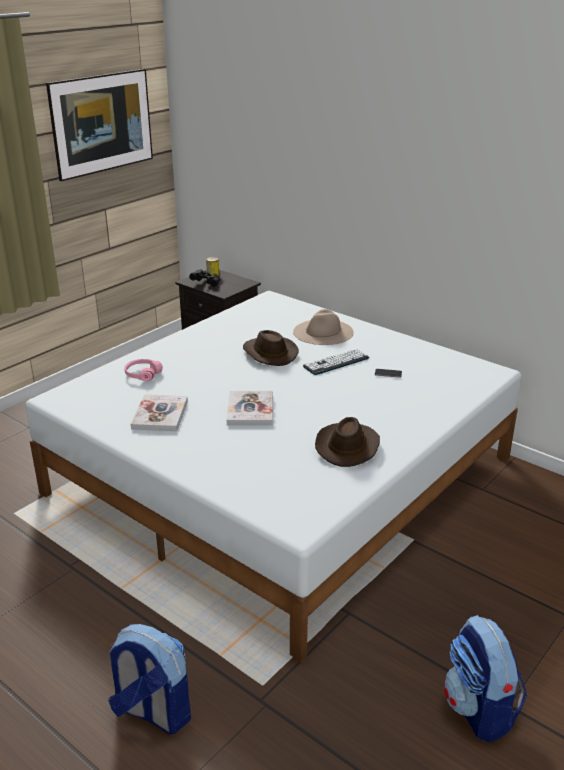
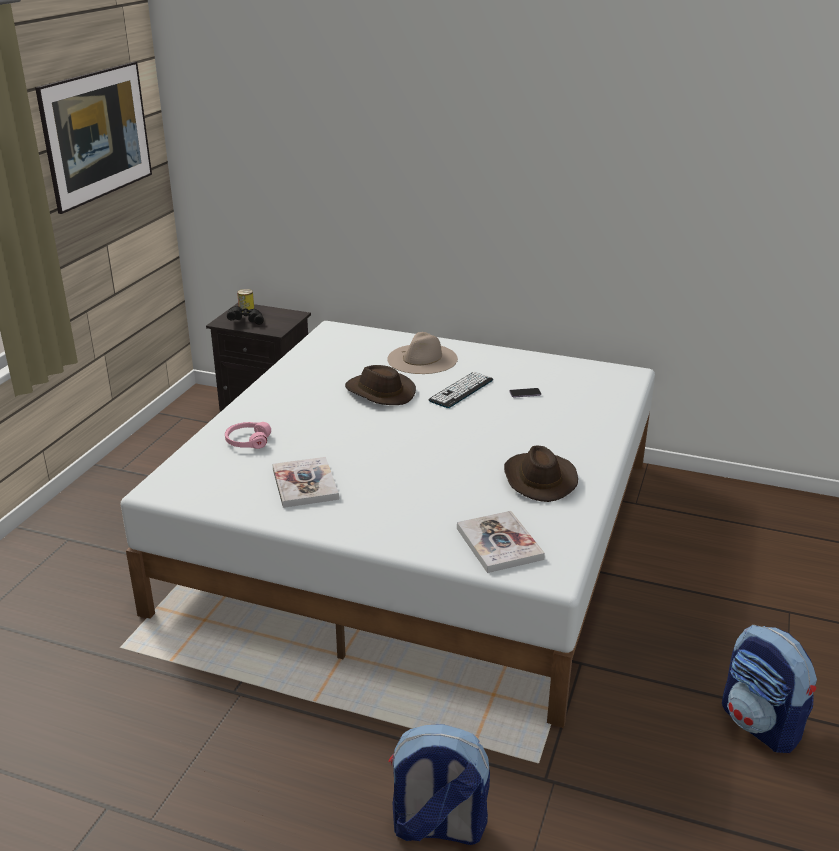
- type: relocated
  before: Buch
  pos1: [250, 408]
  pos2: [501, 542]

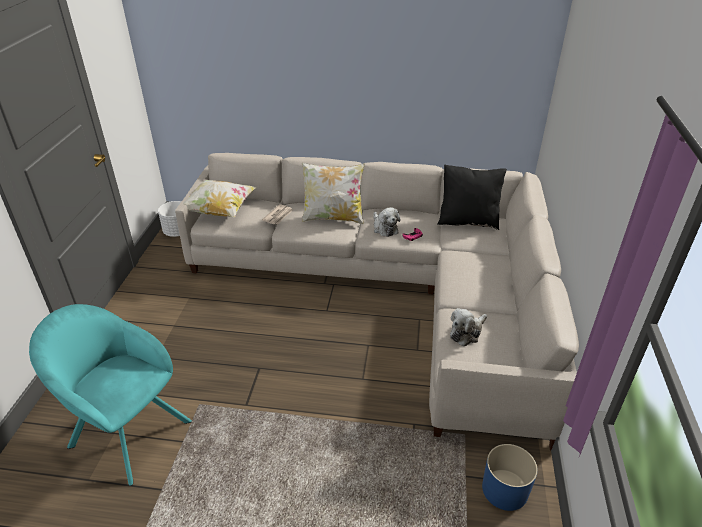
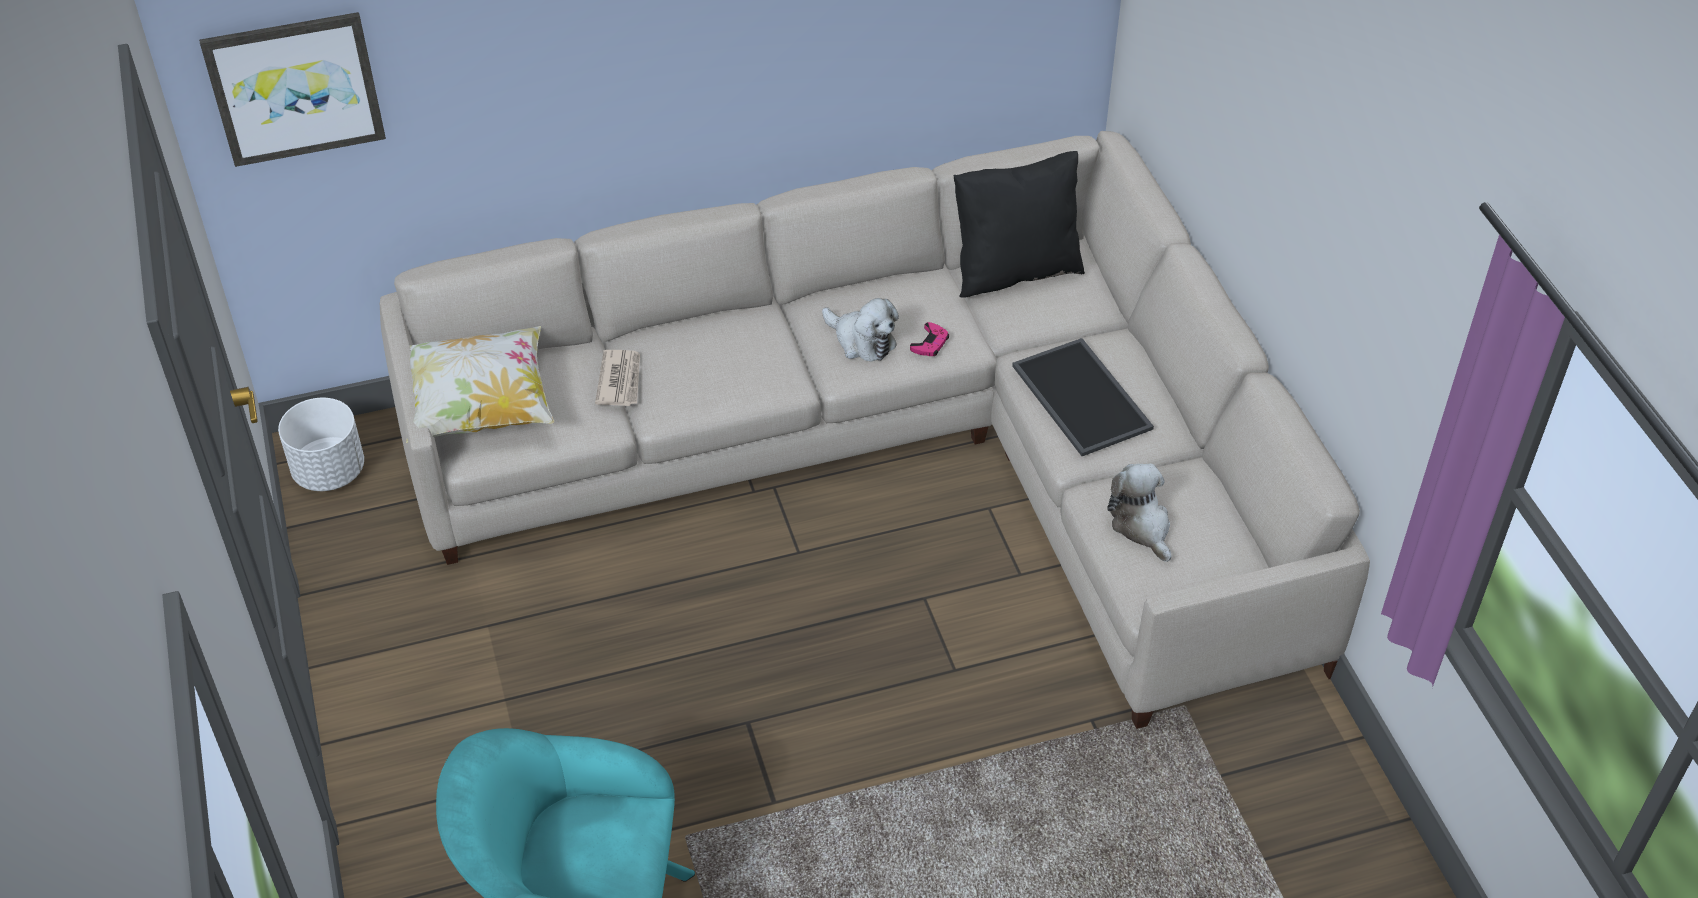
- type: appeared
  after: Bild
  pos2: [292, 89]
- type: appeared
  after: Tablett
  pos2: [1083, 397]
- type: spun
  before: Plüschtier
  pos1: [468, 327]
  pos2: [1139, 512]
  turn: 135
- type: missing
  before: Kissen
  pos1: [333, 193]
- type: missing
  before: Pflanzkübel (blau)
  pos1: [510, 477]

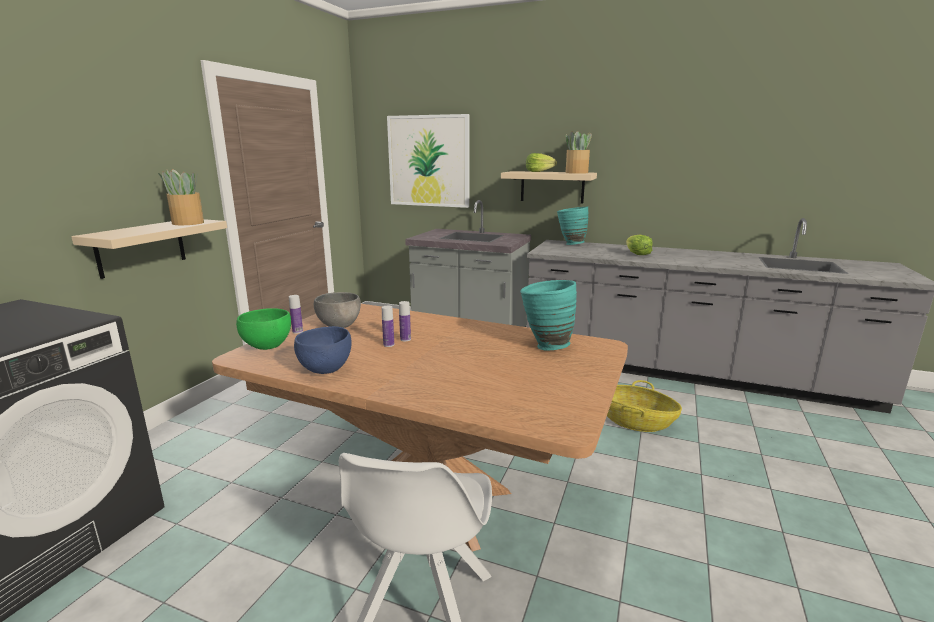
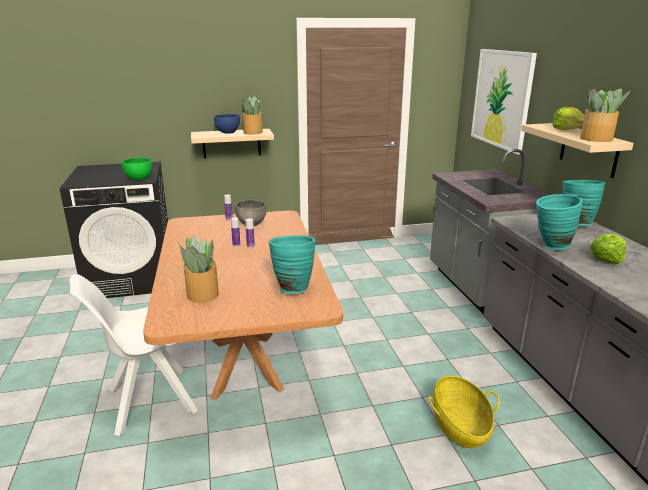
- type: relocated
  before: Schüssel (grün)
  pos1: [263, 329]
  pos2: [137, 169]
- type: appeared
  after: Topfpflanze
  pos2: [198, 269]
- type: relocated
  before: Schüssel (blau)
  pos1: [323, 350]
  pos2: [227, 124]
- type: appeared
  after: Vase (türkis)
  pos2: [559, 222]

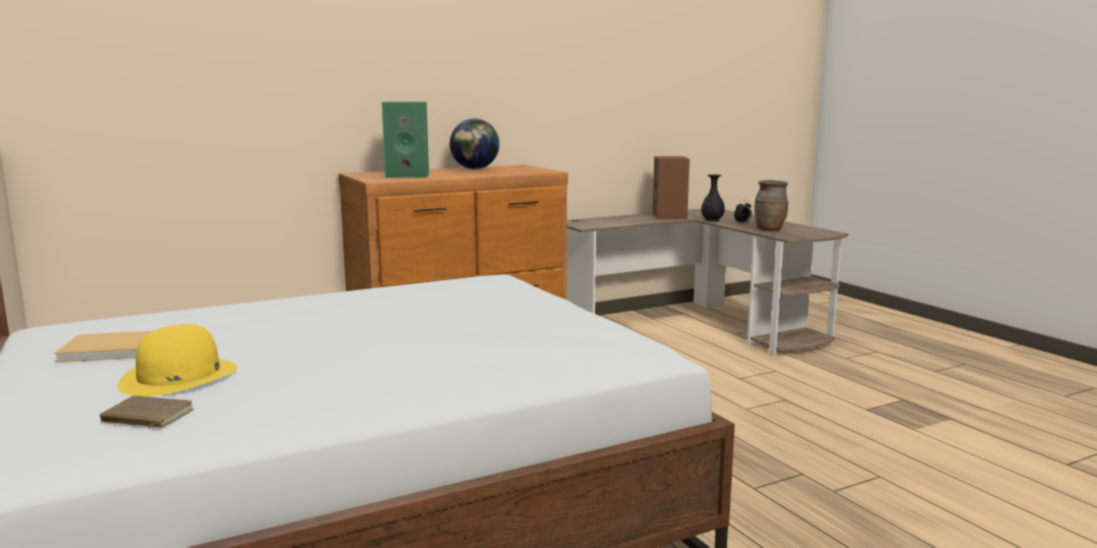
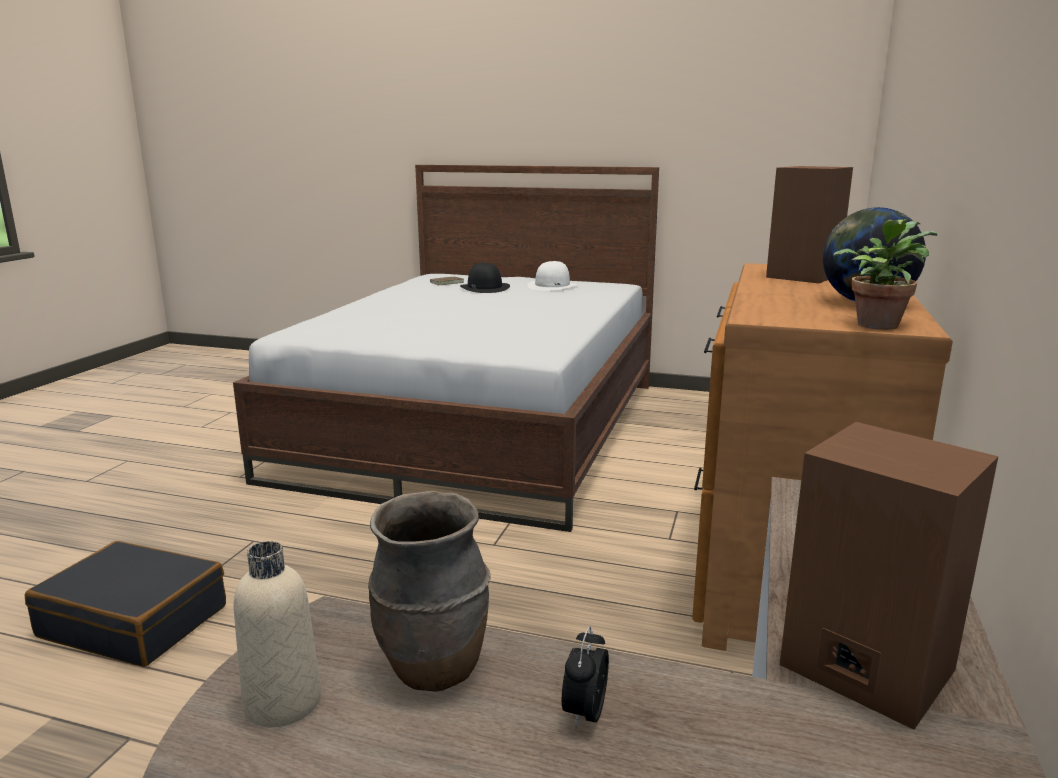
- type: appeared
  after: Koffer (schwarz)
  pos2: [125, 604]
- type: appeared
  after: Flasche (beige)
  pos2: [277, 634]
- type: colour
  before: Hut (gelb)
  after: Hut (schwarz)
  pos1: [178, 360]
  pos2: [485, 278]
- type: exchanged
  before: Buch (beige)
  after: Hut (weiß)
  pos1: [103, 346]
  pos2: [552, 276]
- type: colour
  before: Lautsprecher (grün)
  after: Lautsprecher (braun)
  pos1: [405, 140]
  pos2: [809, 224]
- type: appeared
  after: Topfpflanze
  pos2: [885, 274]
- type: missing
  before: Vase (schwarz)
  pos1: [713, 198]

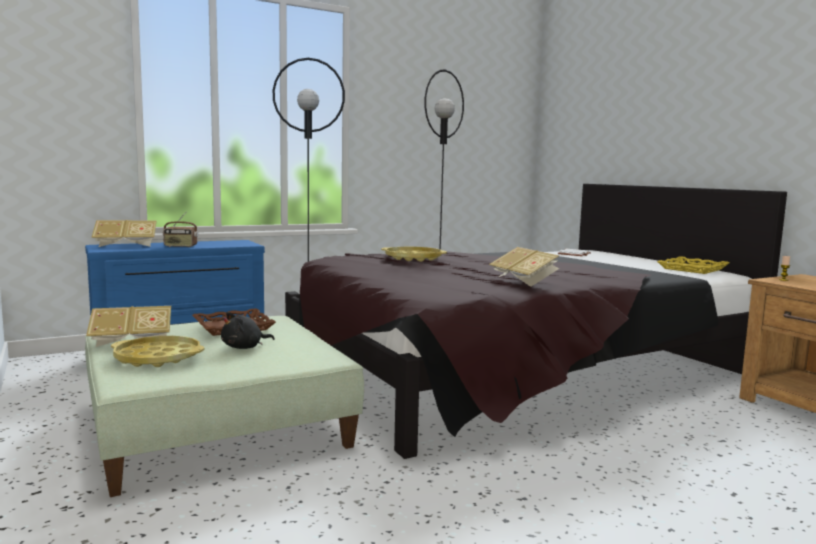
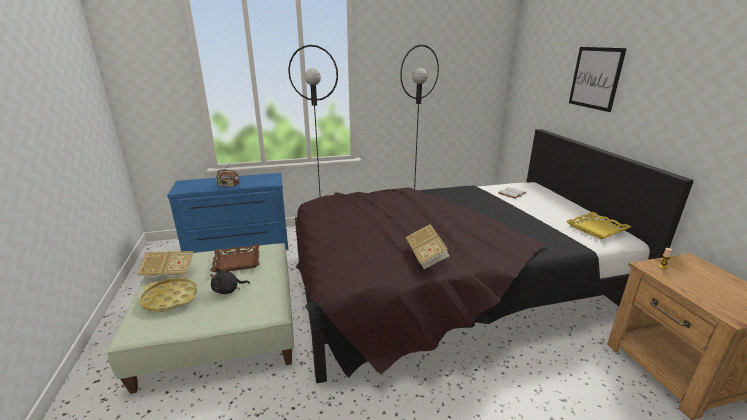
- type: appeared
  after: Bild
  pos2: [598, 79]
- type: missing
  before: Buch
  pos1: [124, 233]
- type: missing
  before: Tablett (gelb)
  pos1: [414, 254]

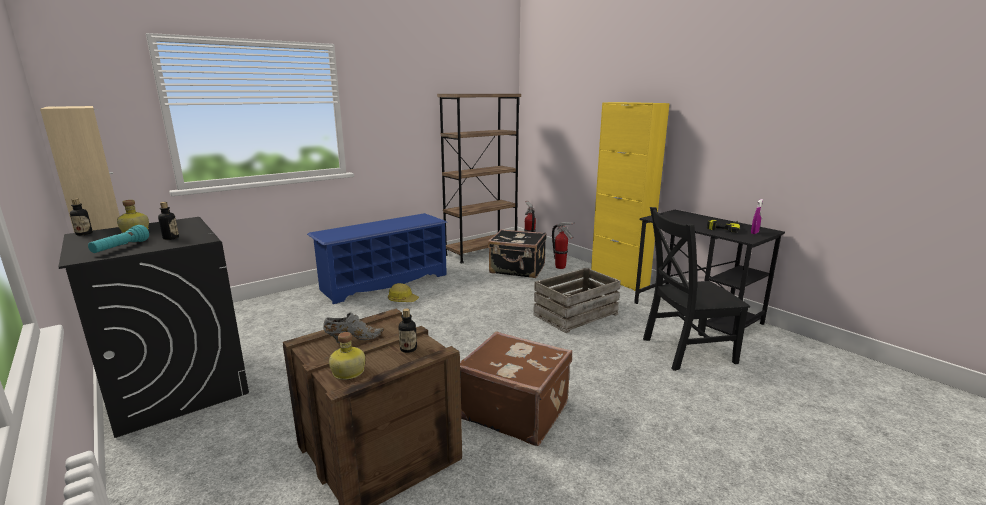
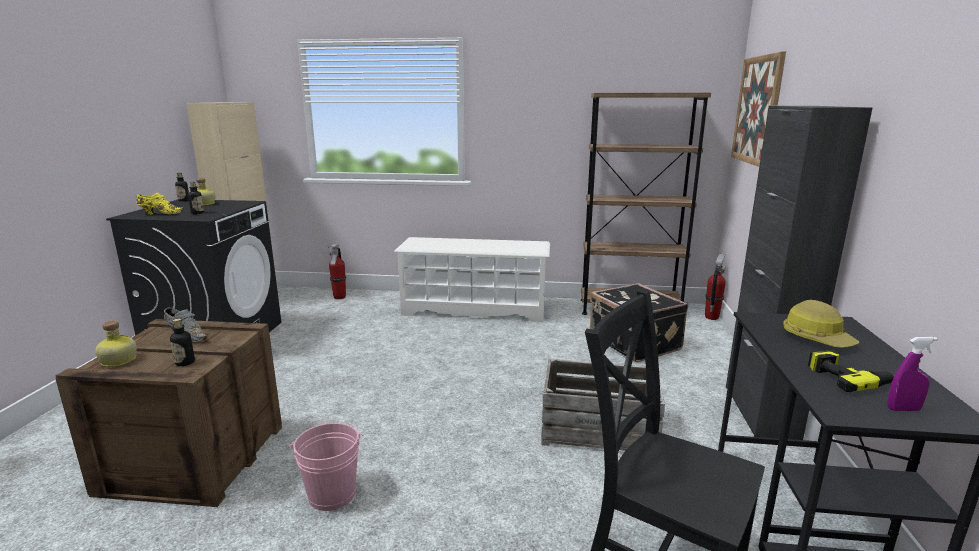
- type: exchanged
  before: Taschenlampe (türkis)
  after: Schuh (gelb)
  pos1: [118, 239]
  pos2: [160, 204]
- type: exchanged
  before: Koffer (braun)
  after: Eimer (rosa)
  pos1: [516, 388]
  pos2: [325, 467]
- type: relocated
  before: Feuerlöscher
  pos1: [563, 245]
  pos2: [337, 271]
- type: colour
  before: Schuhregal (blau)
  after: Schuhregal (weiß)
  pos1: [377, 258]
  pos2: [472, 279]
- type: colour
  before: Schrank (gelb)
  after: Schrank (schwarz)
  pos1: [630, 196]
  pos2: [799, 273]
- type: appeared
  after: Bild
  pos2: [758, 109]
- type: relocated
  before: Schutzhelm
  pos1: [403, 292]
  pos2: [821, 324]

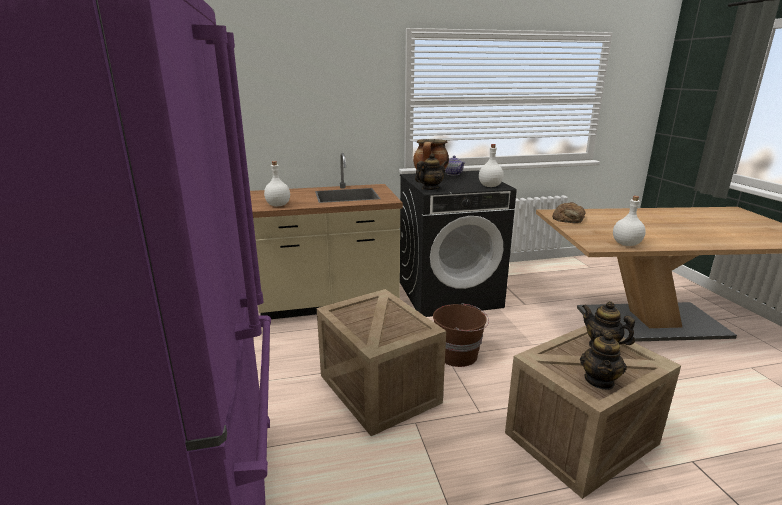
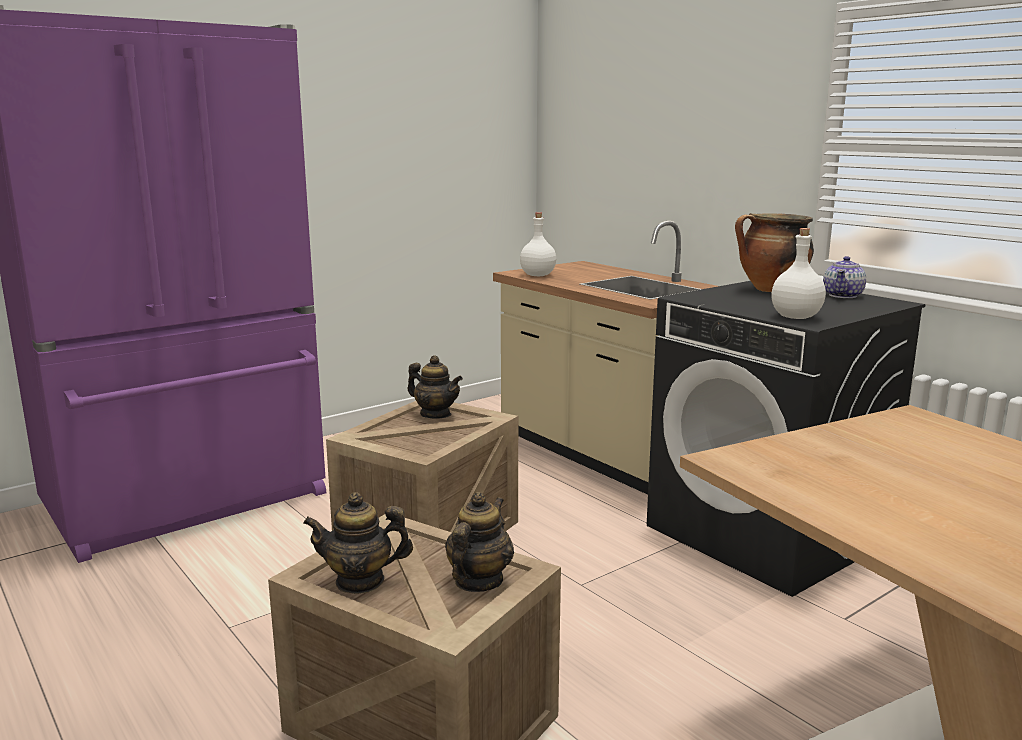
- type: relocated
  before: Teekanne
  pos1: [431, 171]
  pos2: [435, 386]
- type: missing
  before: Eimer (braun)
  pos1: [461, 335]
- type: missing
  before: Brot
  pos1: [568, 212]
- type: missing
  before: Flasche (weiß)
  pos1: [629, 221]

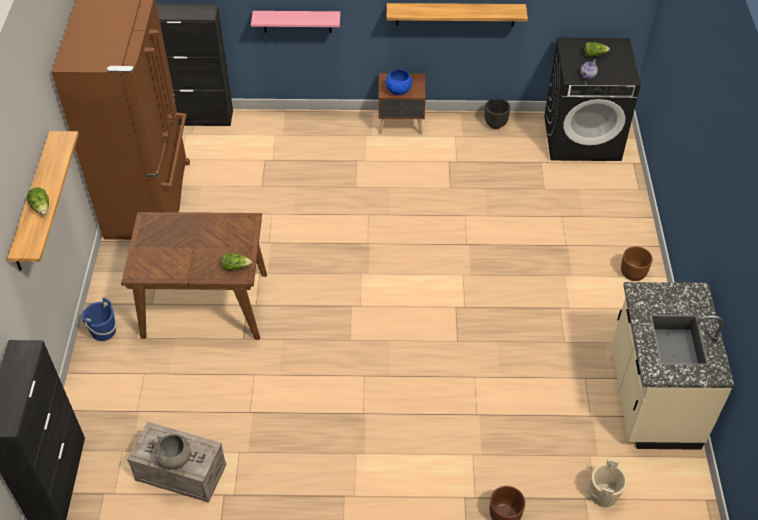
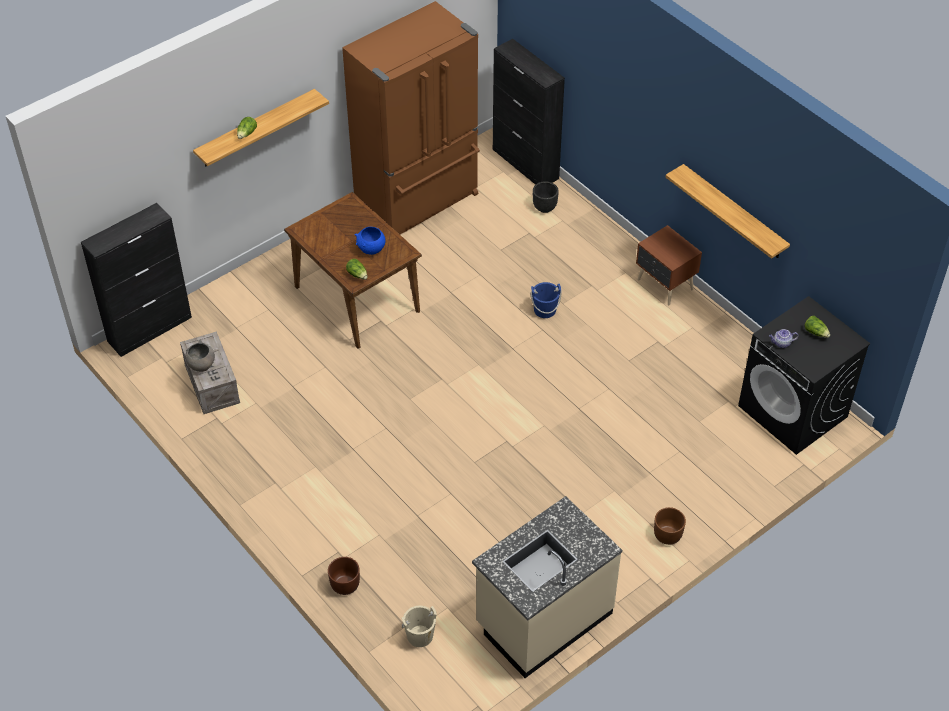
- type: relocated
  before: Schüssel (blau)
  pos1: [399, 82]
  pos2: [370, 241]
- type: relocated
  before: Eimer (blau)
  pos1: [99, 319]
  pos2: [546, 300]
- type: relocated
  before: Pflanzkübel (schwarz)
  pos1: [497, 113]
  pos2: [546, 197]
- type: missing
  before: Wandregal (rosa)
  pos1: [295, 22]

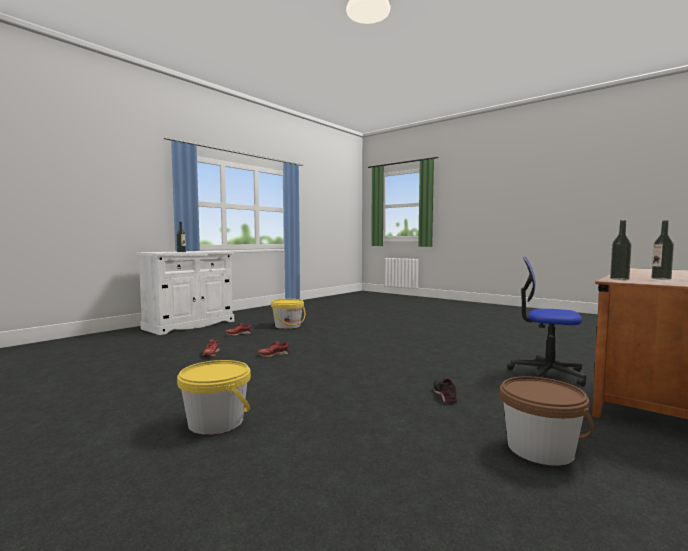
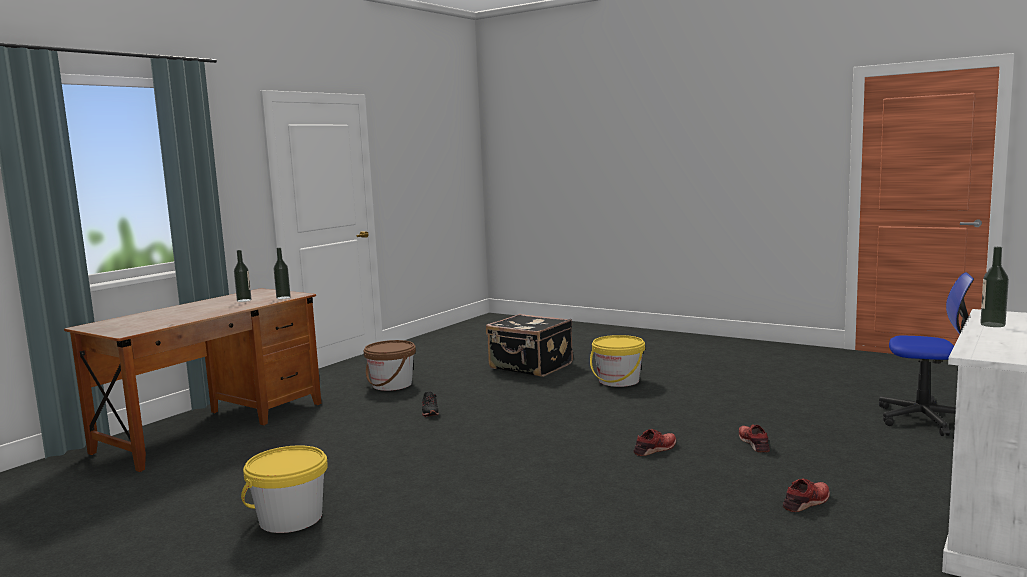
- type: relocated
  before: Eimer (gelb)
  pos1: [288, 314]
  pos2: [284, 489]
- type: appeared
  after: Koffer (schwarz)
  pos2: [529, 345]
- type: relocated
  before: Bürostuhl
  pos1: [546, 321]
  pos2: [926, 354]

